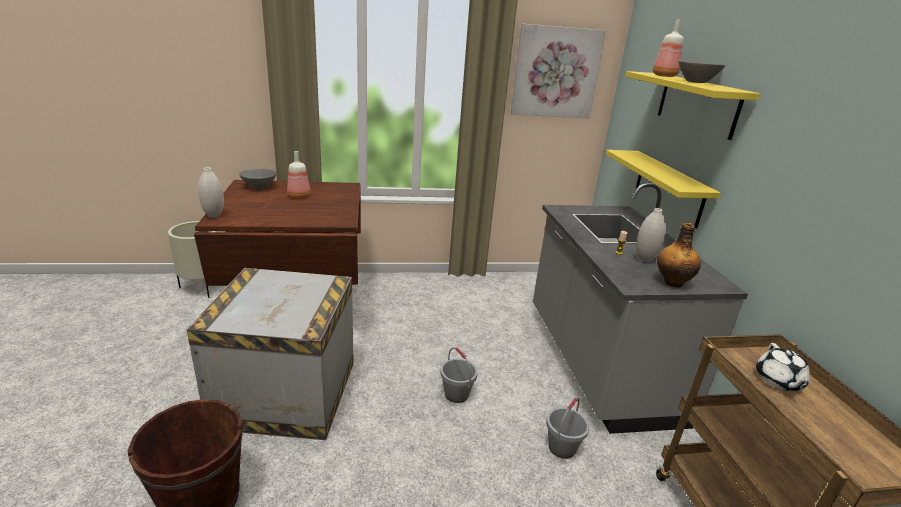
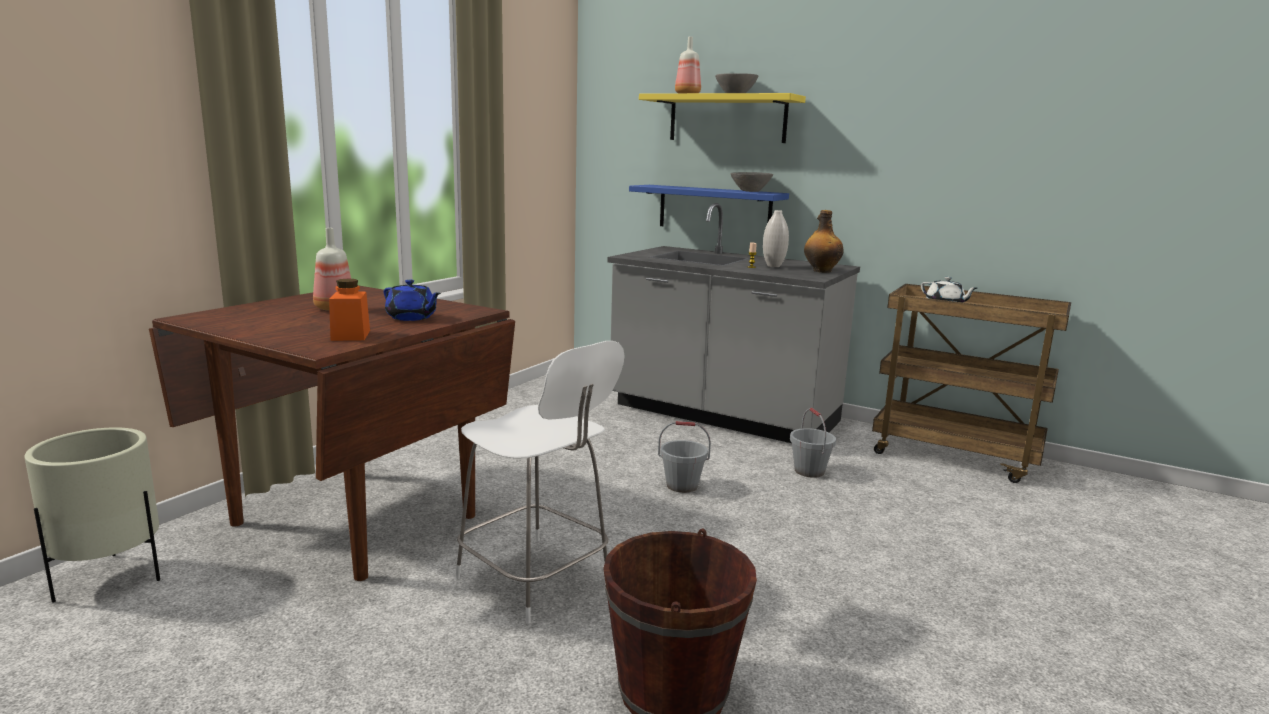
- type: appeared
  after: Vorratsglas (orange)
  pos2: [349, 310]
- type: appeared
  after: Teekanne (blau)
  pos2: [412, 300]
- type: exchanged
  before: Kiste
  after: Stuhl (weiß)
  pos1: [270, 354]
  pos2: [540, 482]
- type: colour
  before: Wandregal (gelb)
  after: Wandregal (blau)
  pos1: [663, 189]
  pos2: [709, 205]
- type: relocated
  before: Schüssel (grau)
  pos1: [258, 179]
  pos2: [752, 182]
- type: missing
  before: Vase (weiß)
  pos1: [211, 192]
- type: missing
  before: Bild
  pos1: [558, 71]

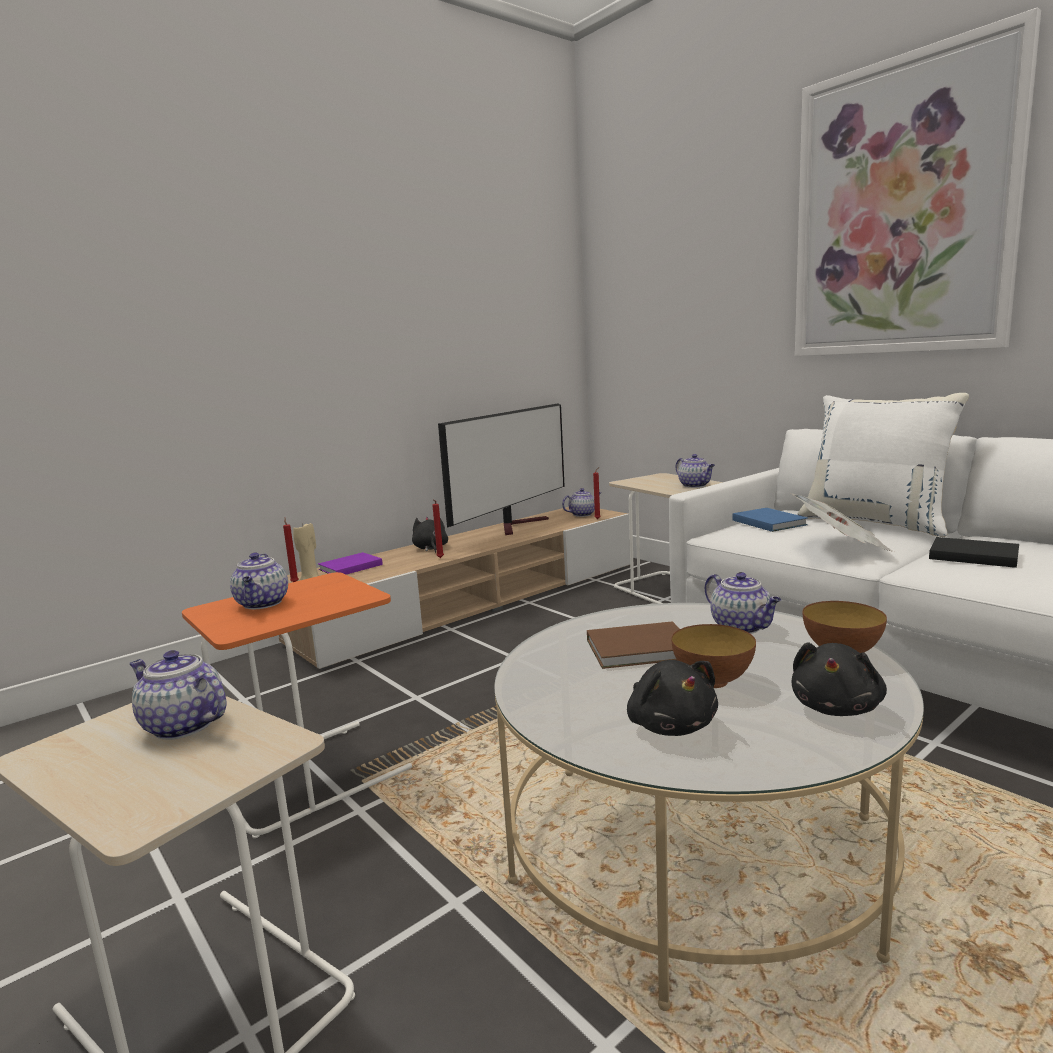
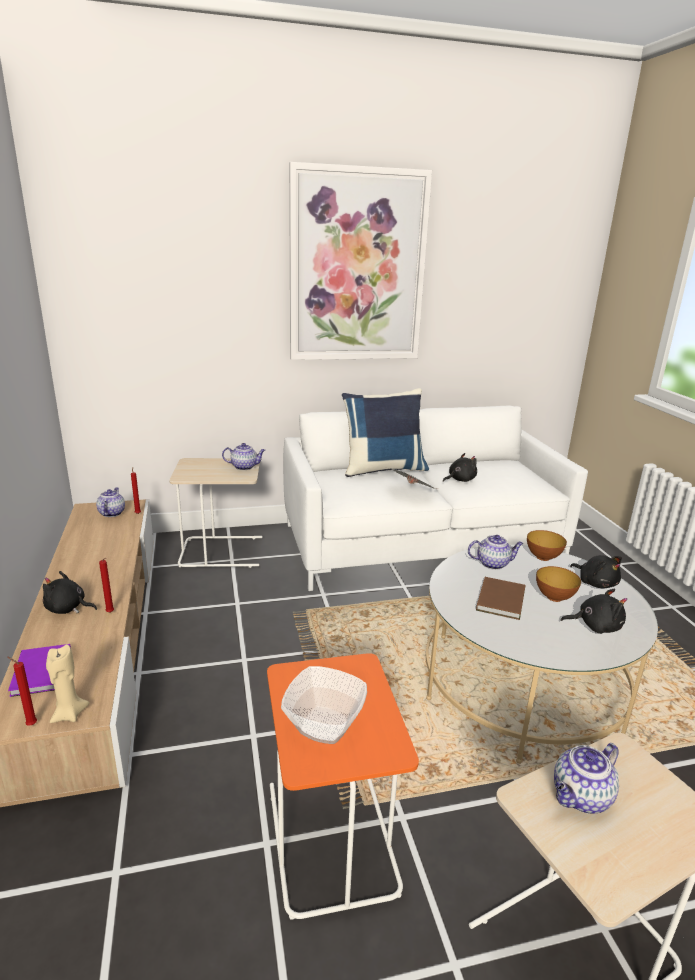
- type: exchanged
  before: Teekanne
  after: Schüssel
  pos1: [259, 580]
  pos2: [324, 705]
- type: colour
  before: Kissen (weiß)
  after: Kissen (blau)
  pos1: [883, 465]
  pos2: [385, 432]
- type: exchanged
  before: Buch (schwarz)
  after: Plüschtier (schwarz)
  pos1: [974, 552]
  pos2: [460, 467]
- type: missing
  before: Fernseher
  pos1: [501, 469]
- type: missing
  before: Buch (blau)
  pos1: [770, 520]

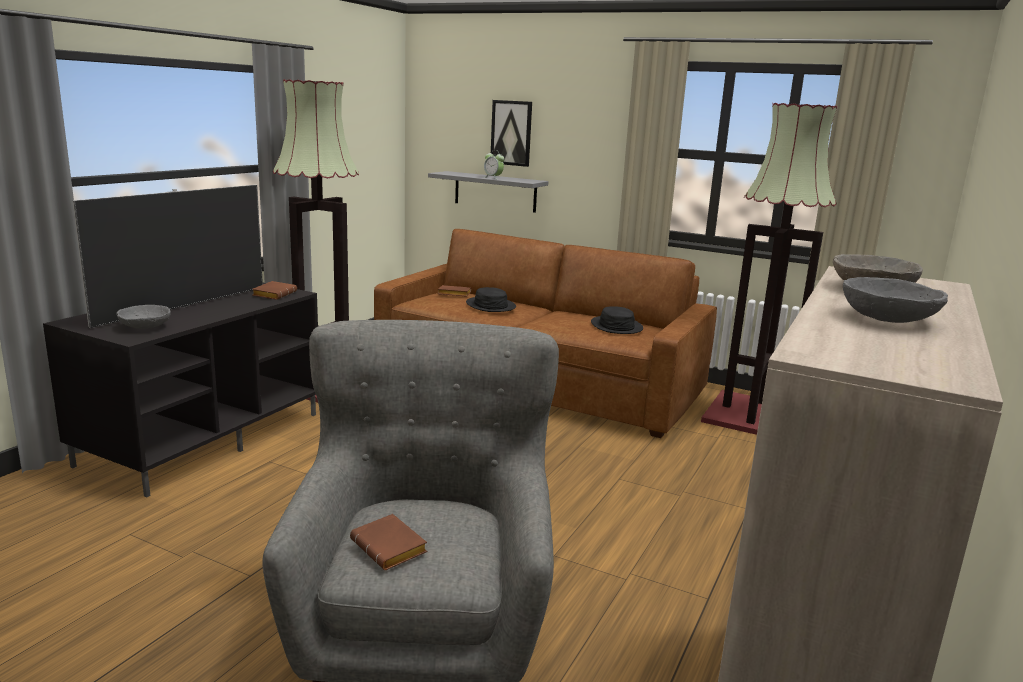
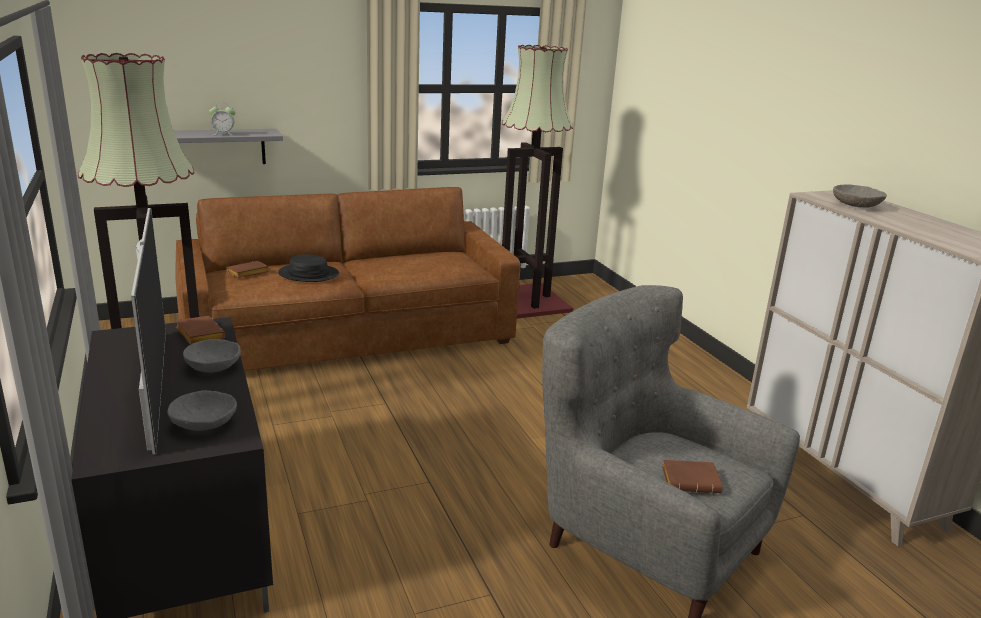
- type: relocated
  before: Schüssel (grau)
  pos1: [895, 300]
  pos2: [212, 356]
- type: missing
  before: Bild
  pos1: [511, 133]
- type: missing
  before: Hut (schwarz)
  pos1: [617, 320]

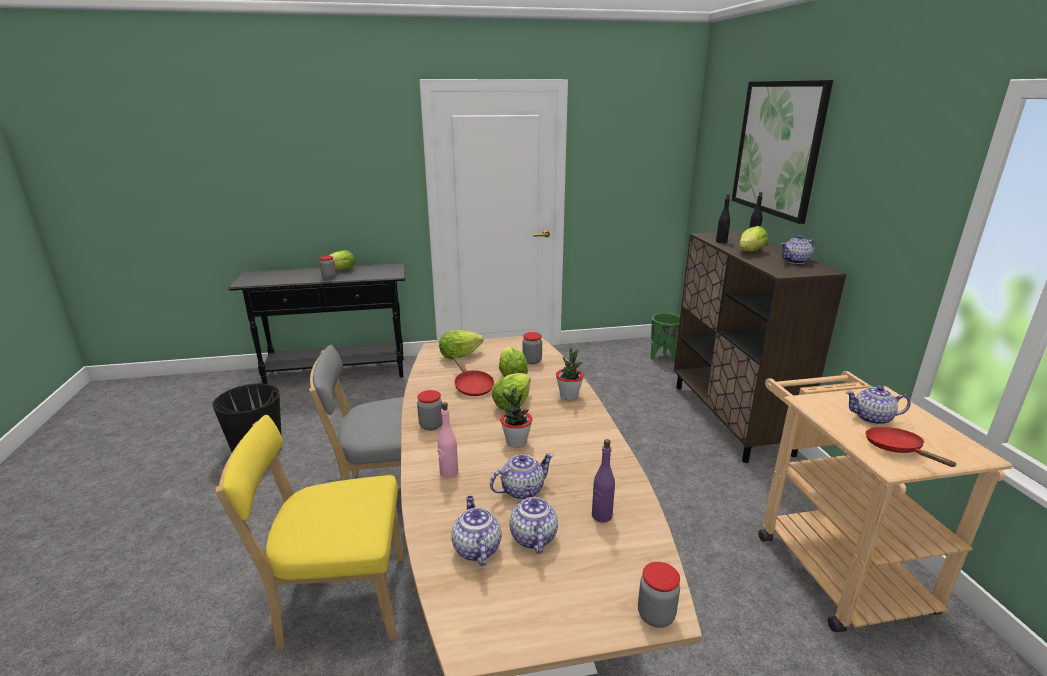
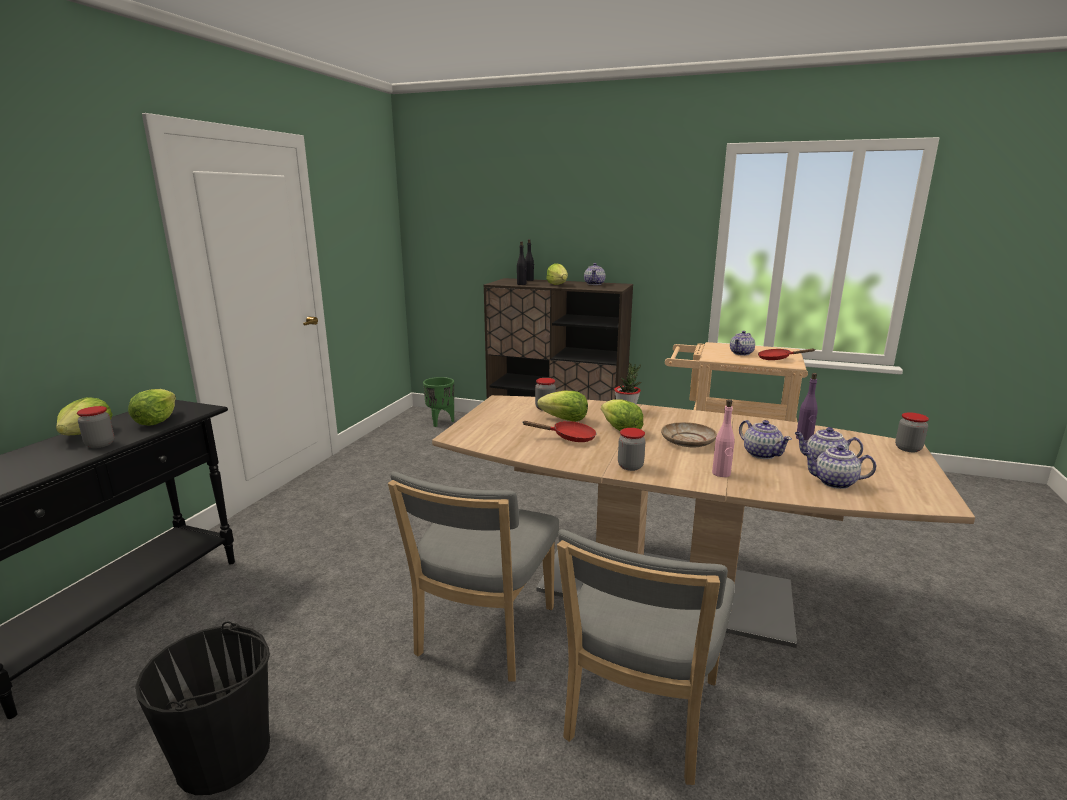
- type: relocated
  before: Salatkopf
  pos1: [461, 344]
  pos2: [152, 407]
- type: colour
  before: Stuhl (gelb)
  after: Stuhl (grau)
  pos1: [309, 532]
  pos2: [646, 657]
- type: exchanged
  before: Topfpflanze
  after: Teller (beige)
  pos1: [516, 418]
  pos2: [689, 434]
- type: spun
  before: Teekanne
  pos1: [522, 476]
  pos2: [765, 439]
  turn: 150
- type: missing
  before: Bild
  pos1: [782, 152]

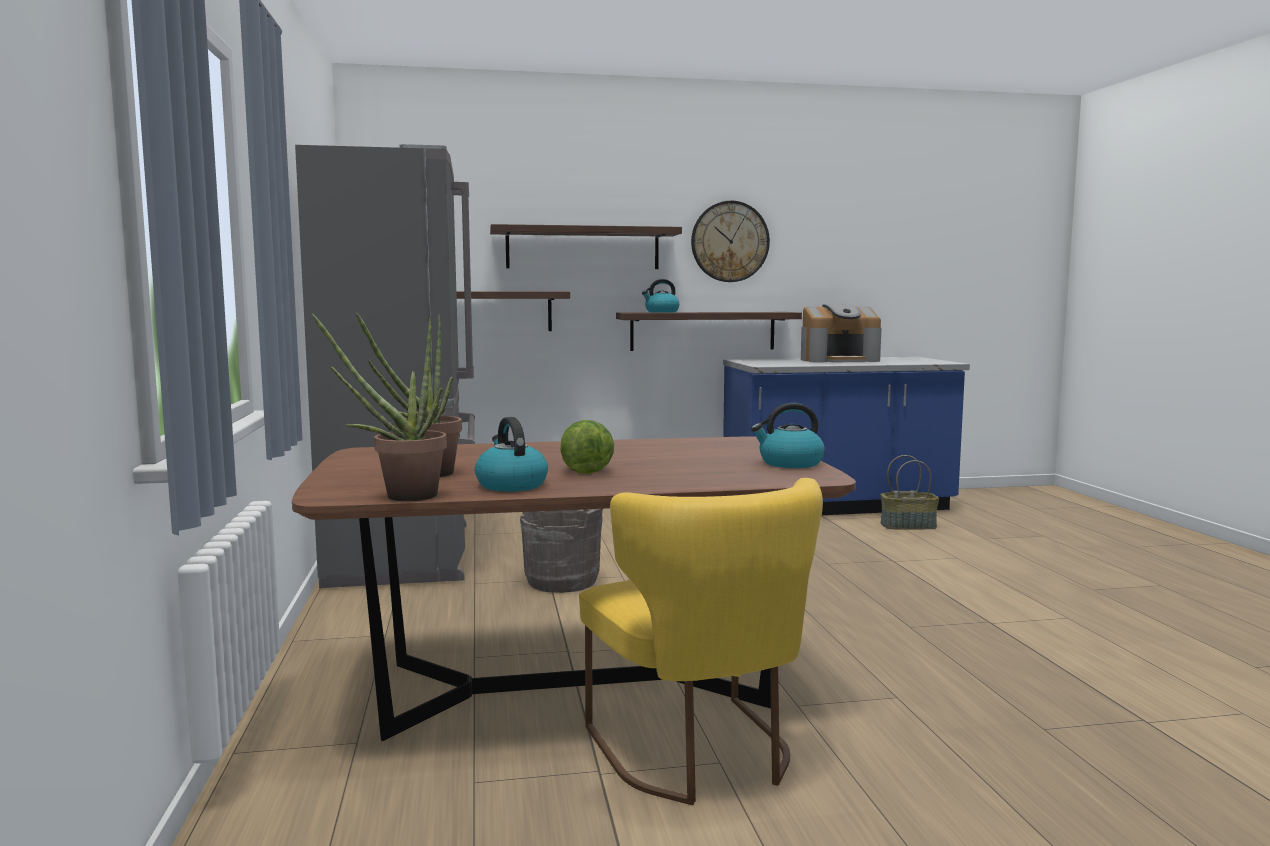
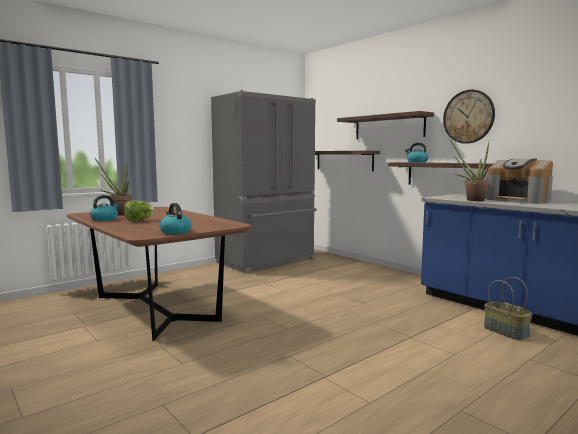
- type: relocated
  before: Topfpflanze
  pos1: [379, 407]
  pos2: [470, 170]
- type: missing
  before: Eimer (grau)
  pos1: [561, 551]
- type: missing
  before: Stuhl (gelb)
  pos1: [701, 641]

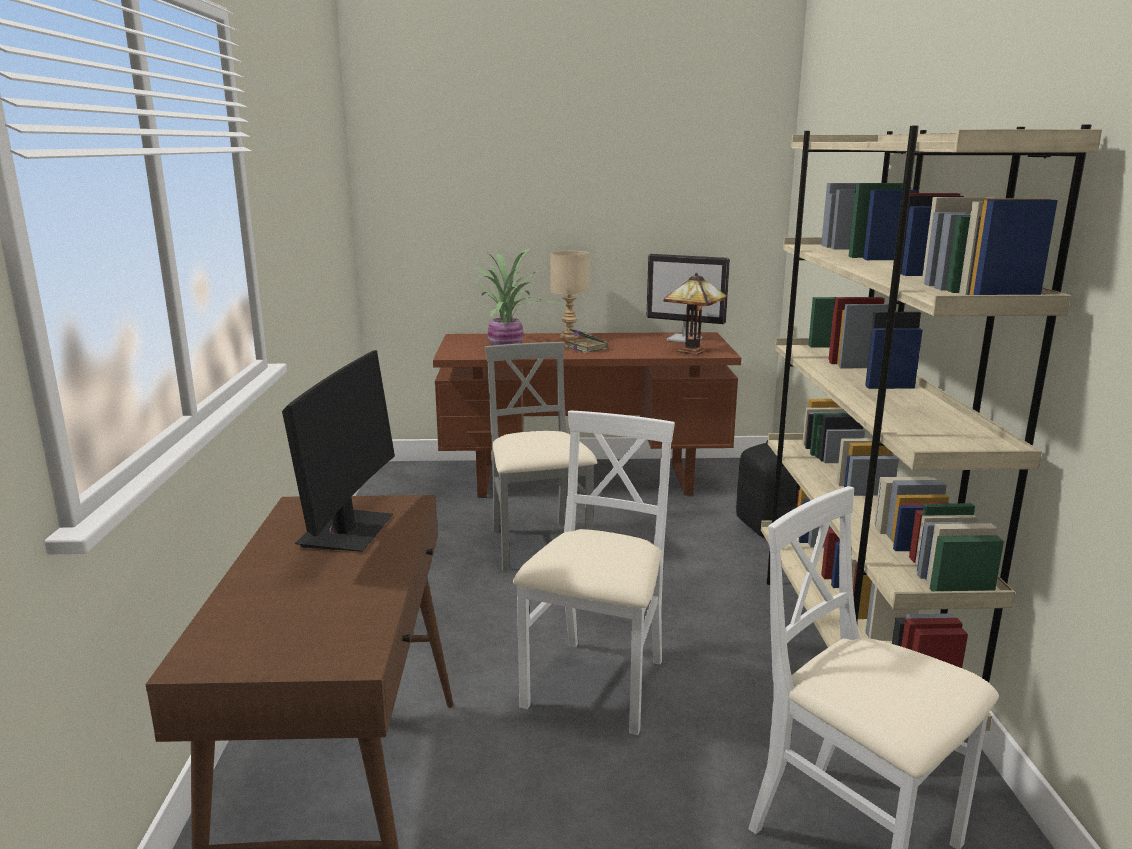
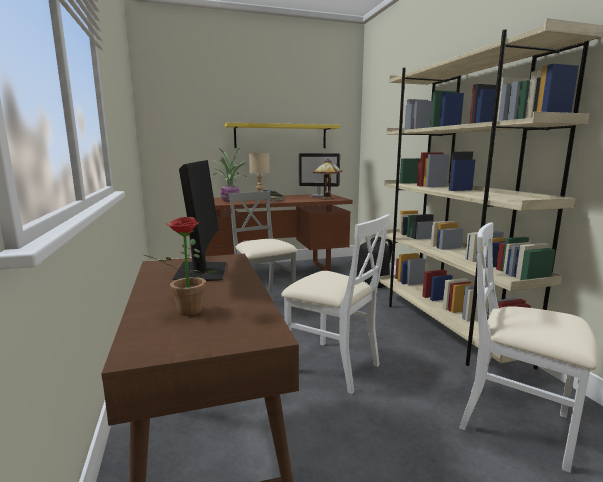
- type: appeared
  after: Topfpflanze
  pos2: [181, 266]
- type: appeared
  after: Wandregal (gelb)
  pos2: [282, 135]
- type: spun
  before: Stuhl (weiß)
  pos1: [594, 572]
  pos2: [335, 304]
  turn: 120

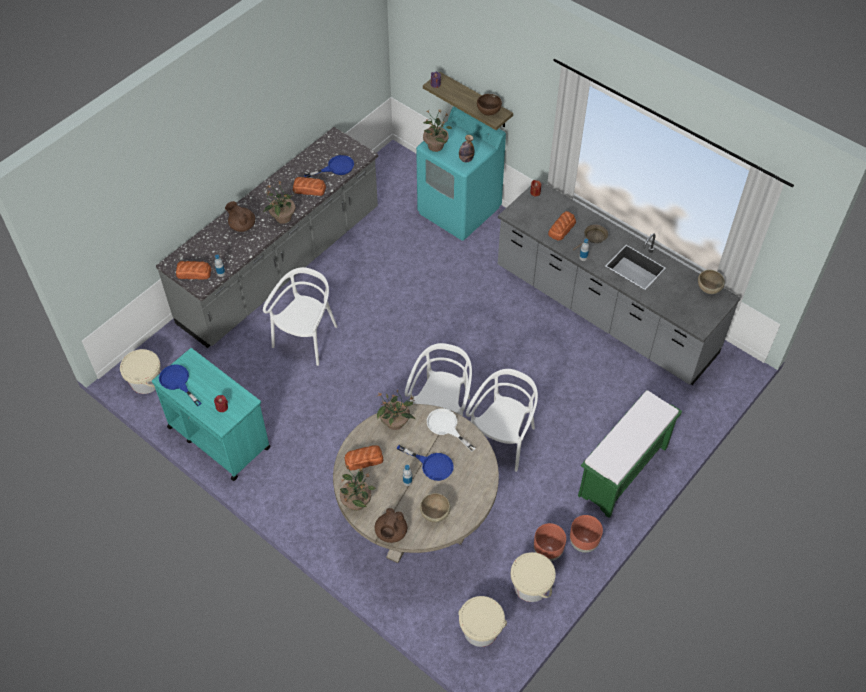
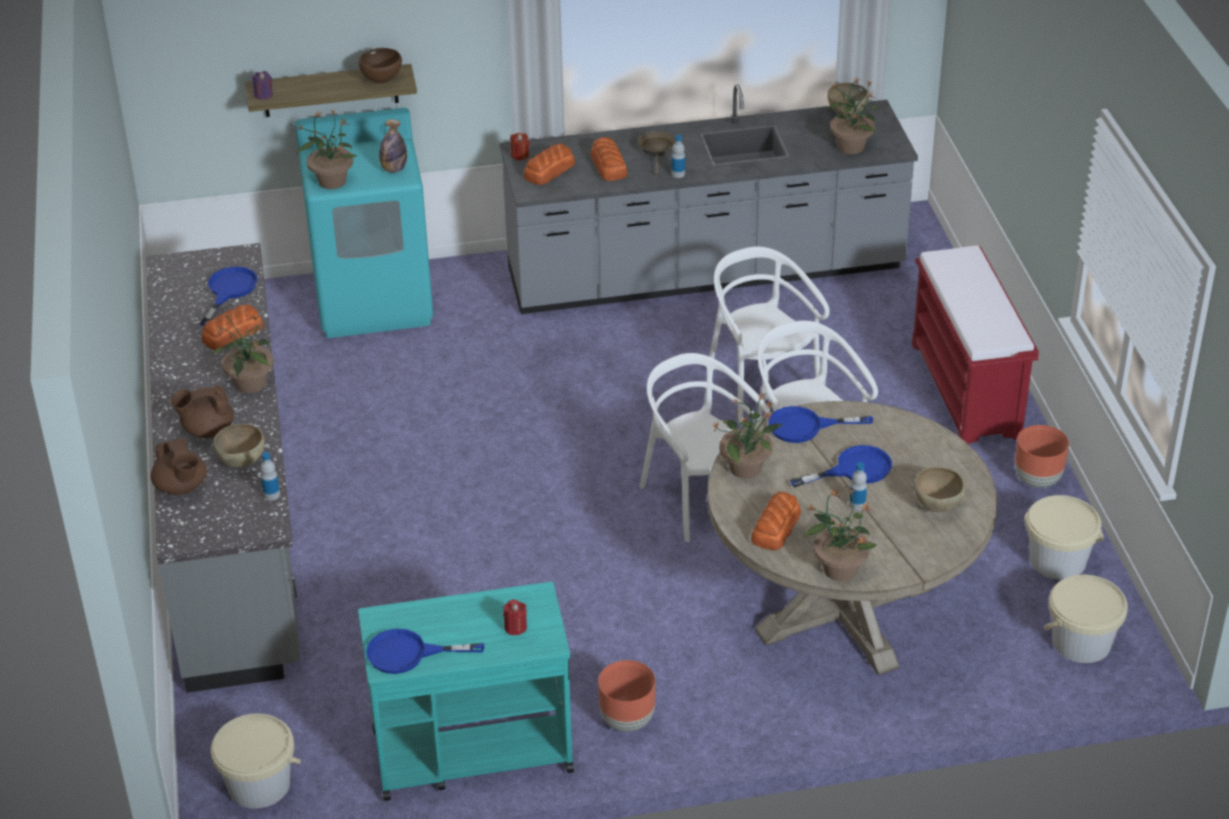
- type: relocated
  before: Teekanne (braun)
  pos1: [391, 525]
  pos2: [179, 466]
- type: appeared
  after: Schüssel (braun)
  pos2: [239, 446]
- type: relocated
  before: Brot
  pos1: [193, 270]
  pos2: [549, 164]
- type: relocated
  before: Pflanzkübel (braun)
  pos1: [550, 542]
  pos2: [627, 696]
- type: relocated
  before: Stuhl (weiß)
  pos1: [300, 316]
  pos2: [769, 334]
- type: colour
  before: Pfanne (weiß)
  after: Pfanne (blau)
  pos1: [451, 430]
  pos2: [820, 424]
- type: appeared
  after: Topfpflanze
  pos2: [852, 115]
- type: colour
  before: Bank (grün)
  after: Bank (rot)
  pos1: [630, 454]
  pos2: [975, 345]

